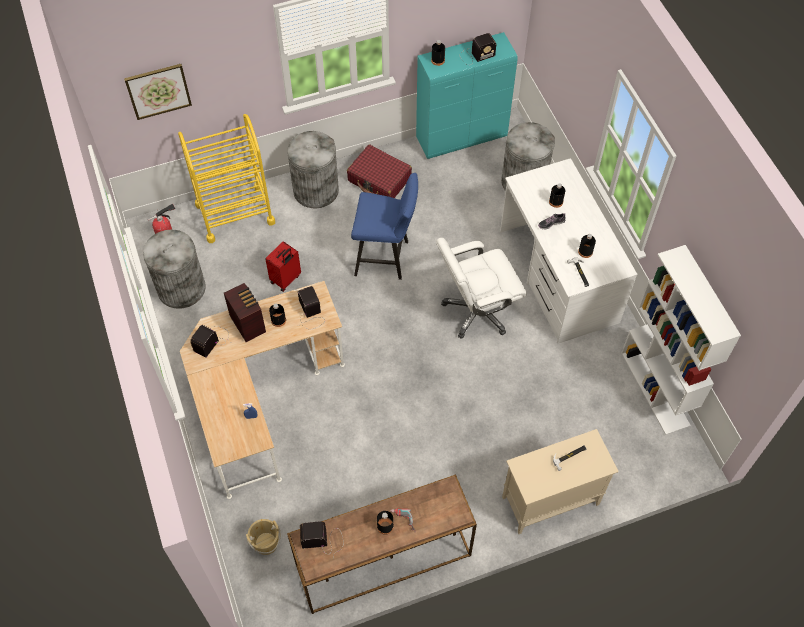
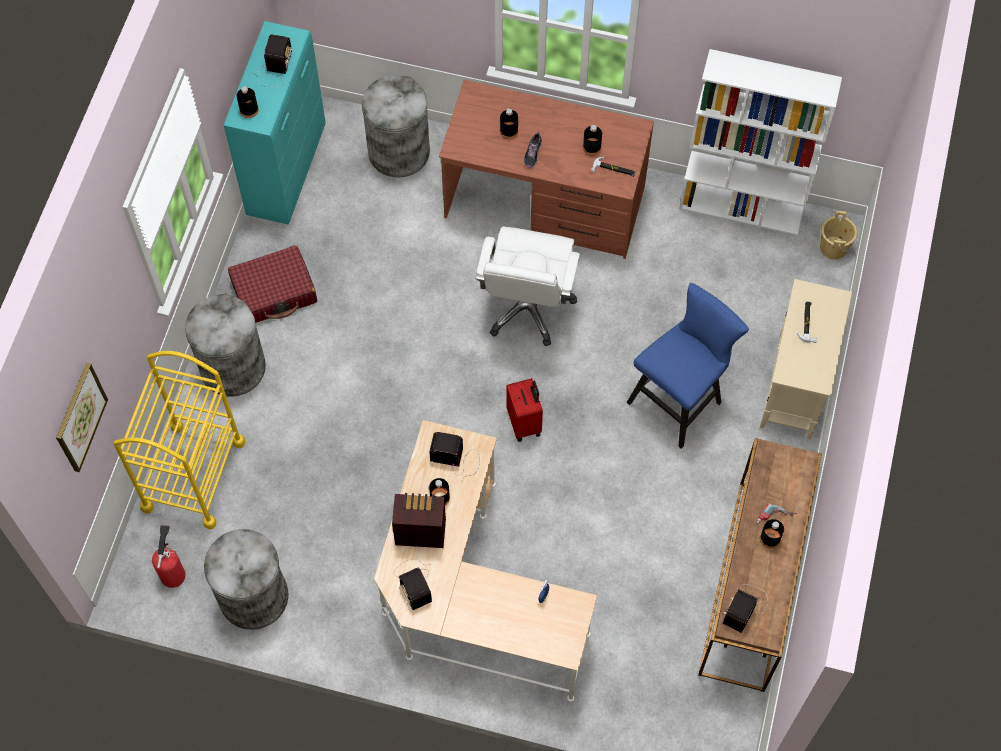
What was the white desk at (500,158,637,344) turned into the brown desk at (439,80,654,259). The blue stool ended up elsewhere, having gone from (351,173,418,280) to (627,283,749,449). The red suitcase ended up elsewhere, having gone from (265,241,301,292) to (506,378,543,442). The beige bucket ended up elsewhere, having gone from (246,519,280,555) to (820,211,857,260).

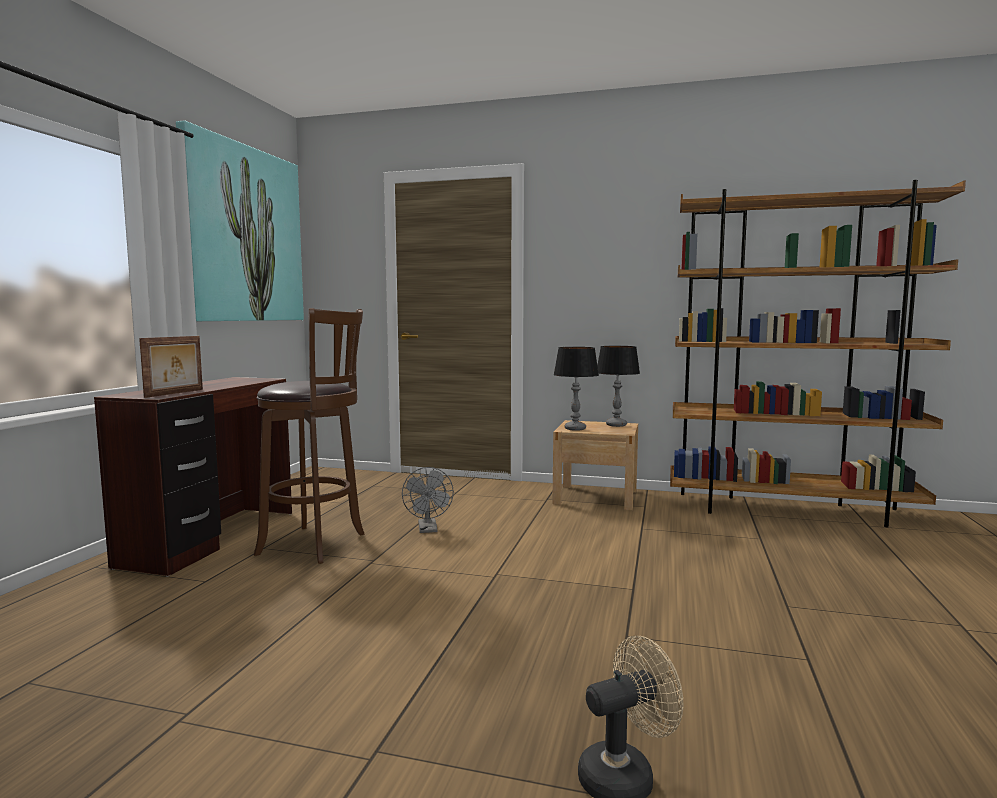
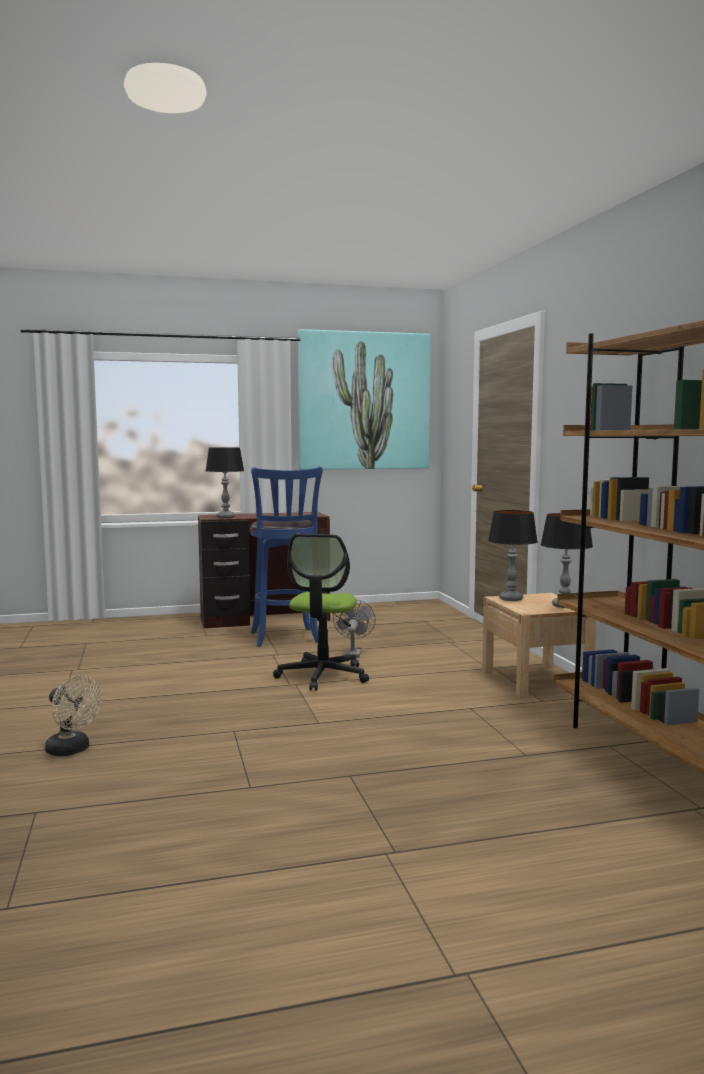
What was the brown stool at (254,308,365,564) turned into the blue stool at (250,467,323,647). Where the picture frame stood at (139,336,203,398), the table lamp came to stand at (206,447,244,518). The grey fan at (402,467,454,533) ended up facing another way, 135 degrees clockwise from before. The second view gained the office chair at (273,534,369,691).

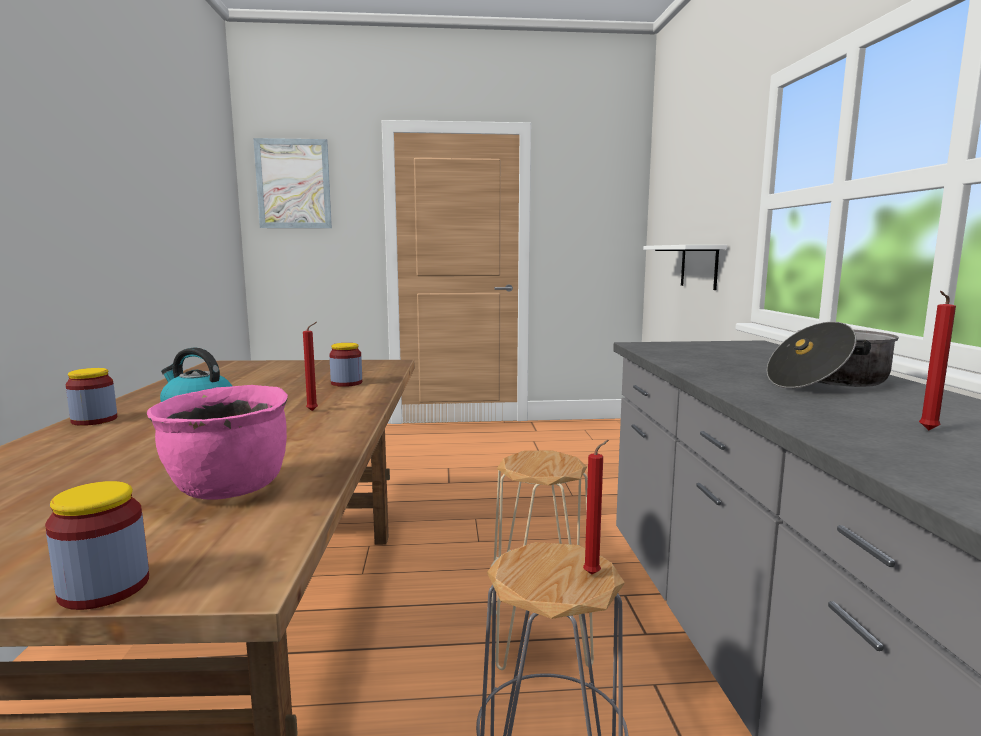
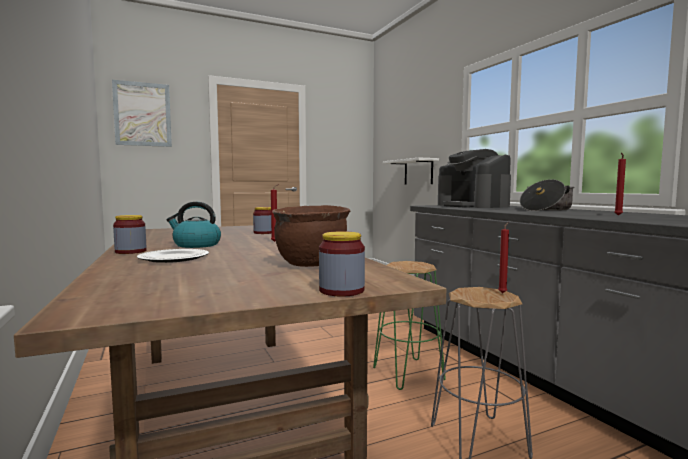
What was the pink cooking pot at (147,385,288,500) turned into the brown cooking pot at (272,205,350,267). What was the beige stool at (490,450,594,670) turned into the green stool at (373,261,446,390). The second view gained the coffee machine at (438,149,511,208). The second view gained the plate at (137,249,209,263).

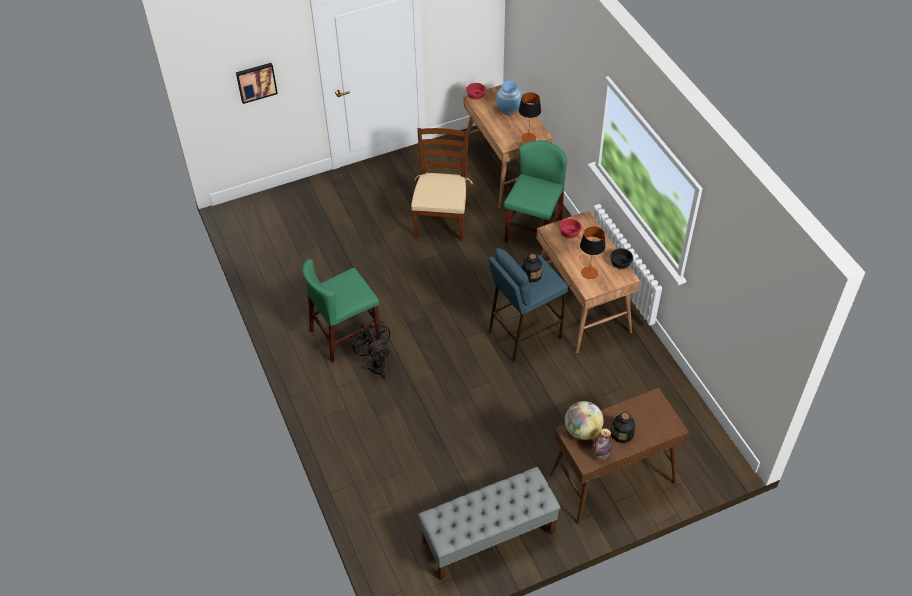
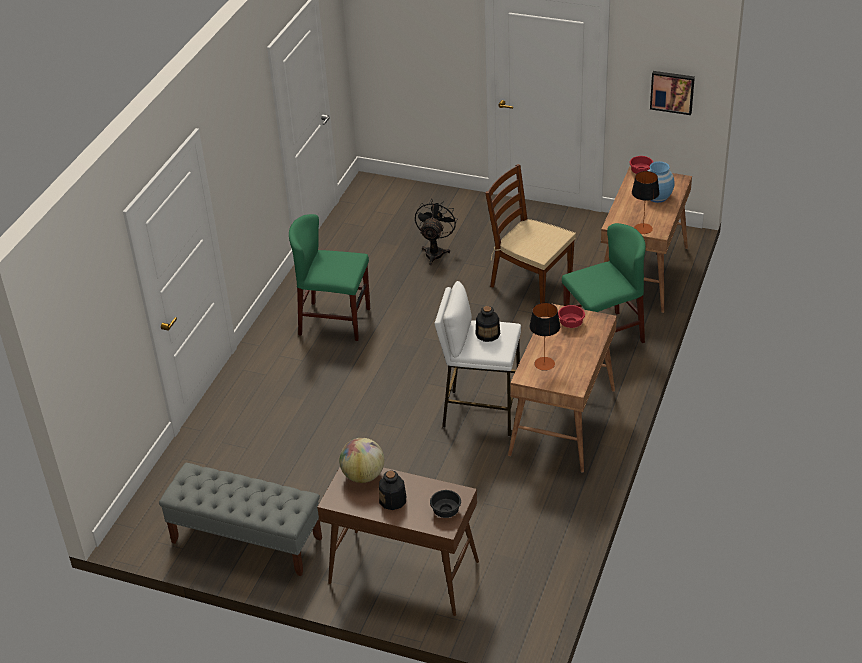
The picture ended up elsewhere, having gone from (236,63,278,104) to (650,71,695,115). The brown chair at (411,128,473,241) ended up facing another way, 105 degrees counterclockwise from before. What was the blue stool at (488,248,568,363) turned into the white stool at (434,281,521,437). The black bowl ended up elsewhere, having gone from (610,248,633,269) to (430,490,461,518). The black fan ended up elsewhere, having gone from (351,320,390,379) to (415,200,457,265). The second view lost the bottle at (591,428,612,460).

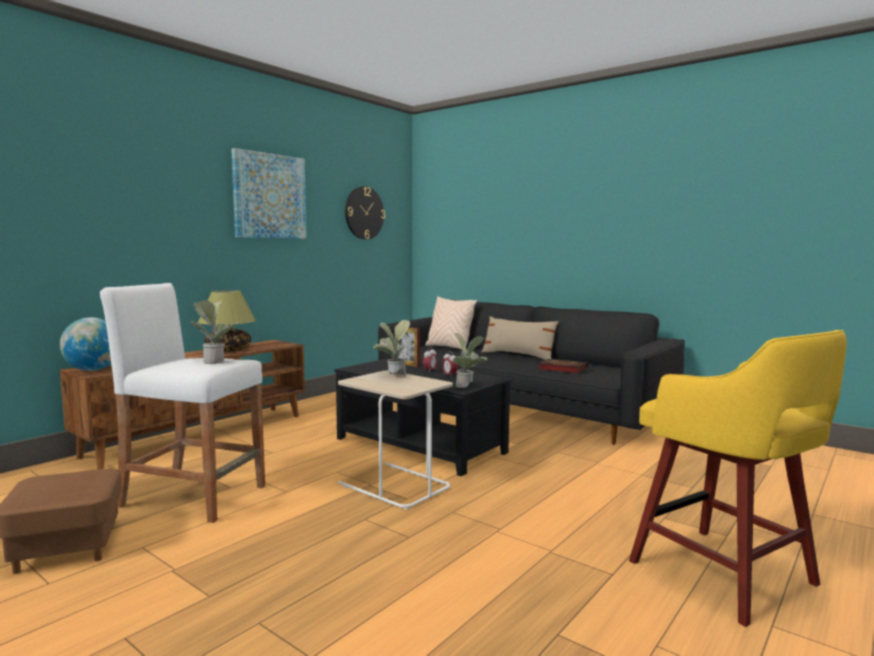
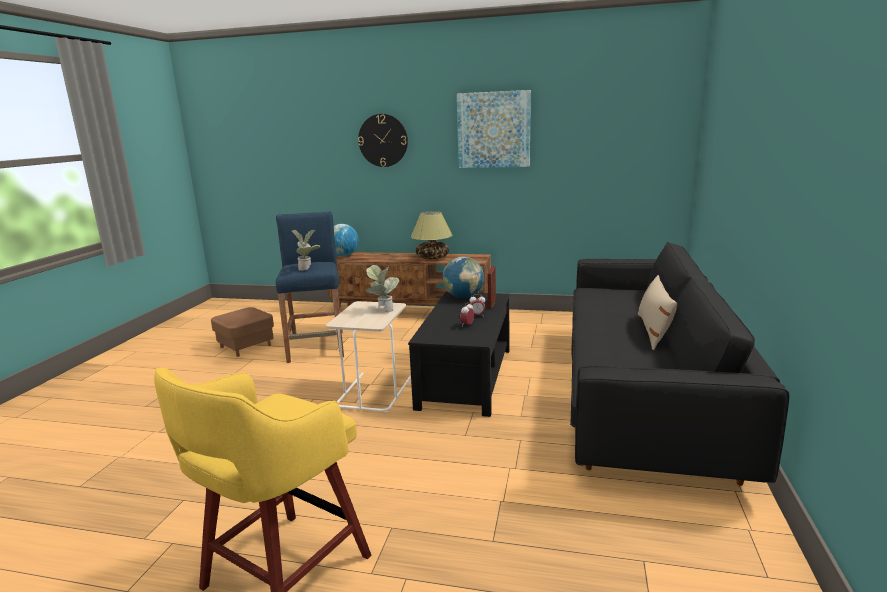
The wall clock ended up elsewhere, having gone from (345,186,385,239) to (358,114,408,167). What was the white stool at (100,283,265,523) turned into the blue stool at (276,211,344,363). The second view lost the beige pillow at (425,296,477,350). The second view lost the potted plant at (453,333,487,388). The second view lost the book at (538,359,588,374). The second view gained the globe at (442,257,484,298).

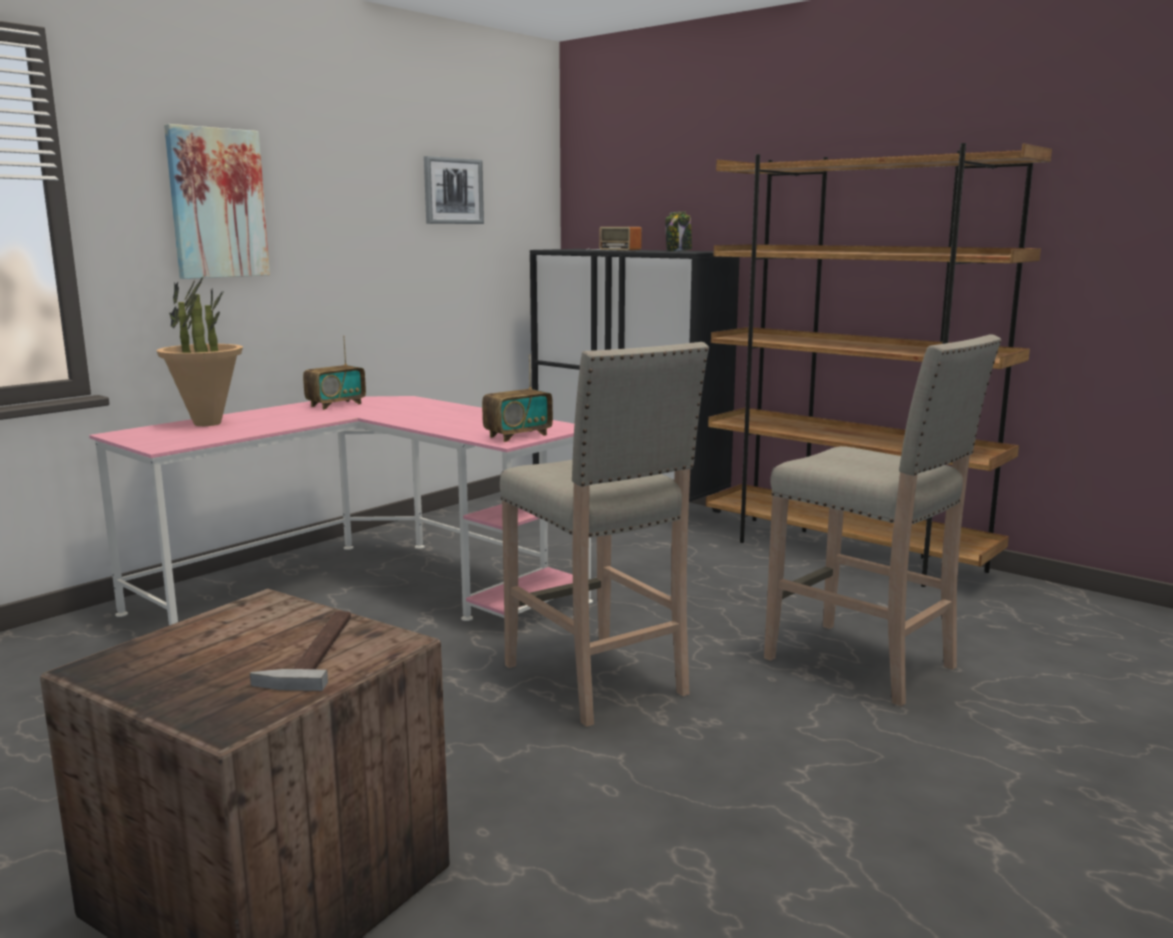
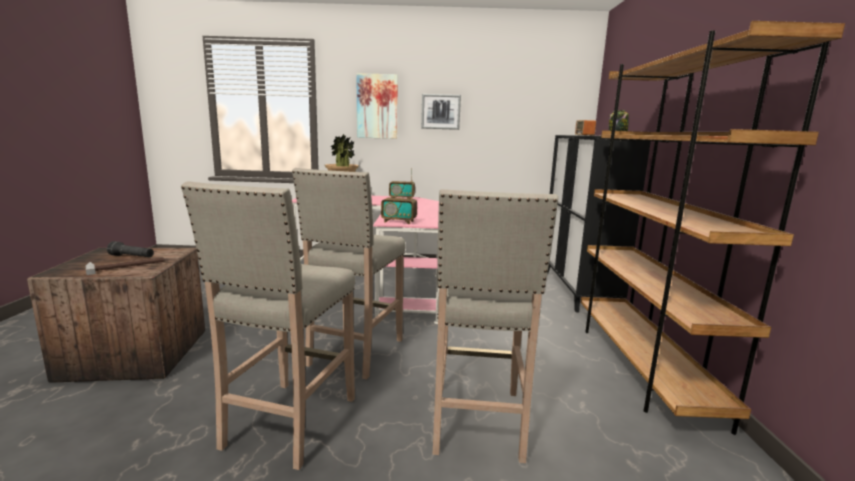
The picture ended up elsewhere, having gone from (424,156,484,224) to (421,94,461,130). The second view gained the beige stool at (181,181,355,470). The second view gained the black flashlight at (107,241,154,257).

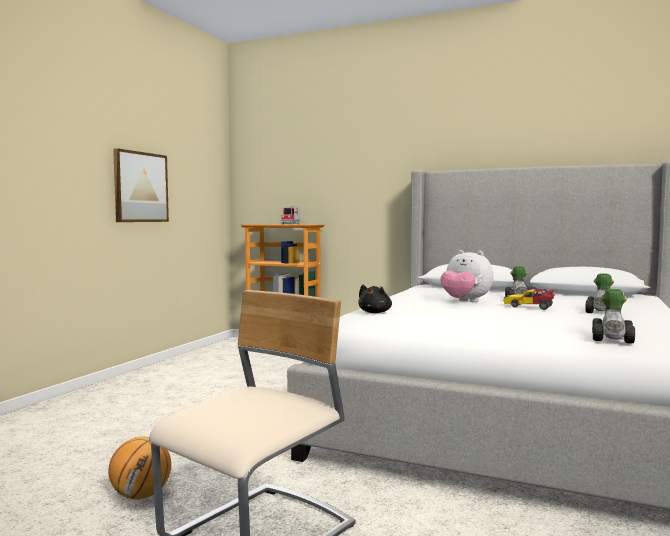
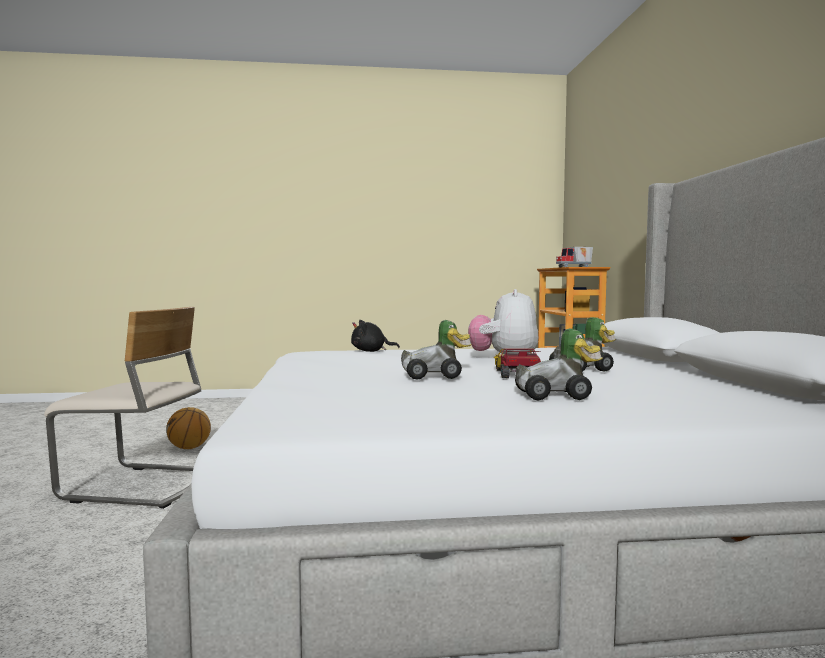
The second view lost the picture at (113,148,169,222). The toy car ended up elsewhere, having gone from (592,289,635,344) to (401,320,472,380).

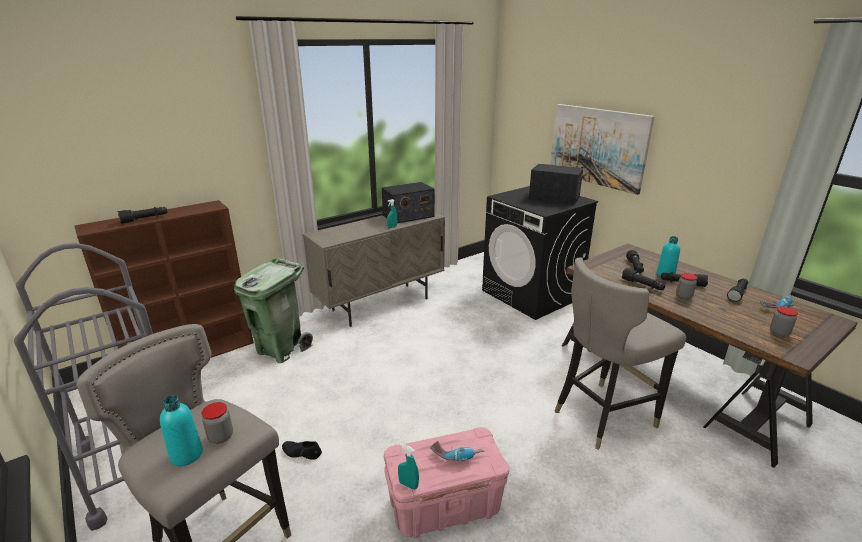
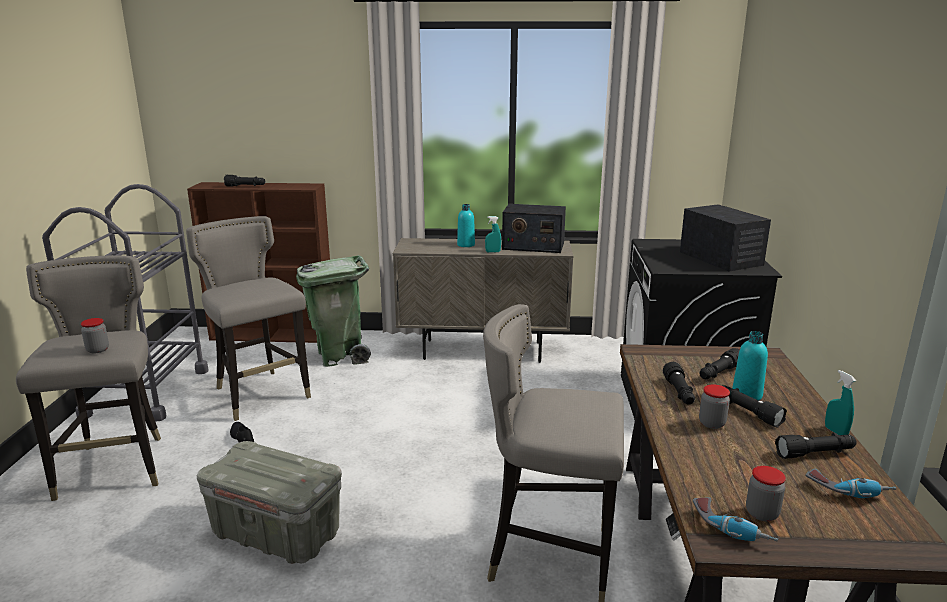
The second view lost the picture at (550,104,655,195). The turquoise bottle ended up elsewhere, having gone from (160,395,203,466) to (457,204,475,247). What was the pink storage box at (384,427,509,538) turned into the grey storage box at (197,441,342,564). The power drill ended up elsewhere, having gone from (430,441,484,462) to (693,498,778,542). The turquoise spray bottle ended up elsewhere, having gone from (398,443,419,490) to (825,370,856,435). The second view gained the grey stool at (186,216,311,421).

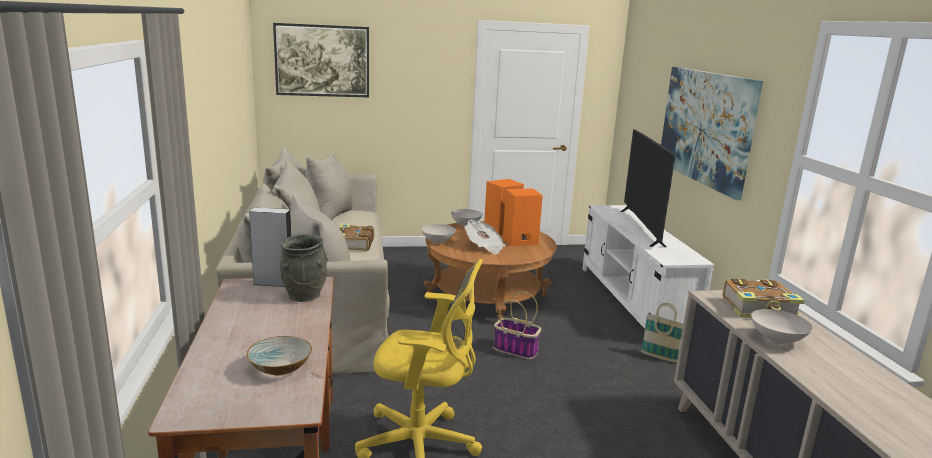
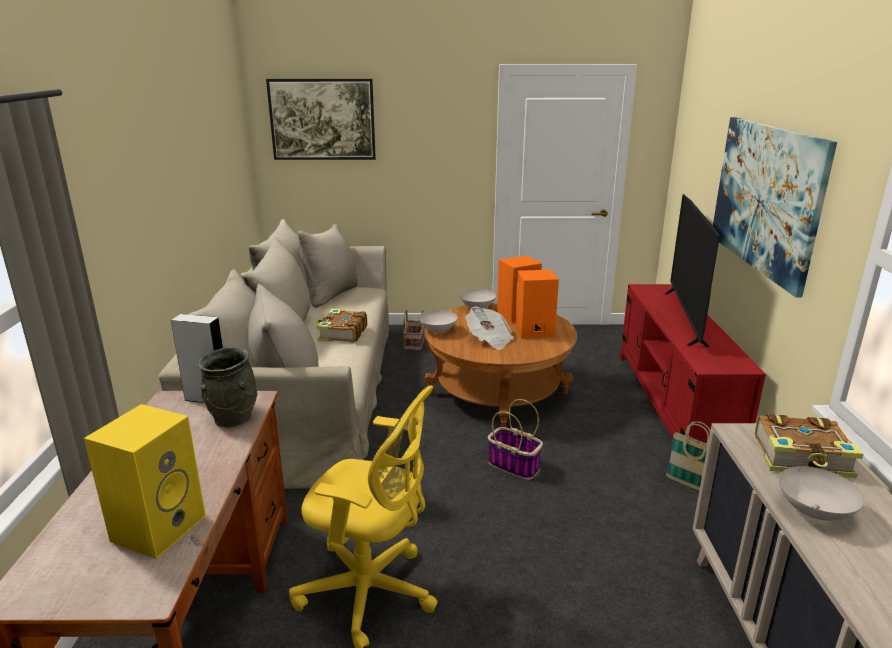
What was the white tv stand at (583,205,714,329) turned into the red tv stand at (620,284,766,443). Where the bowl stood at (246,336,312,375), the yellow speaker came to stand at (84,404,206,559). The second view gained the basket at (403,309,425,351).

